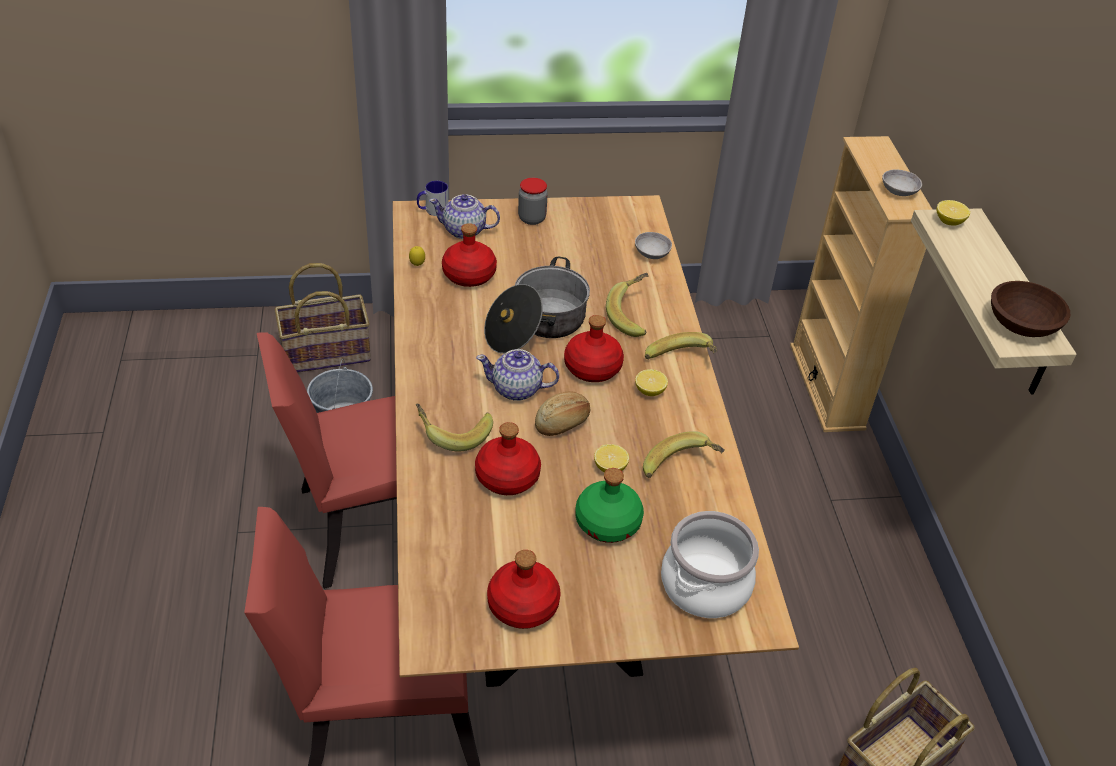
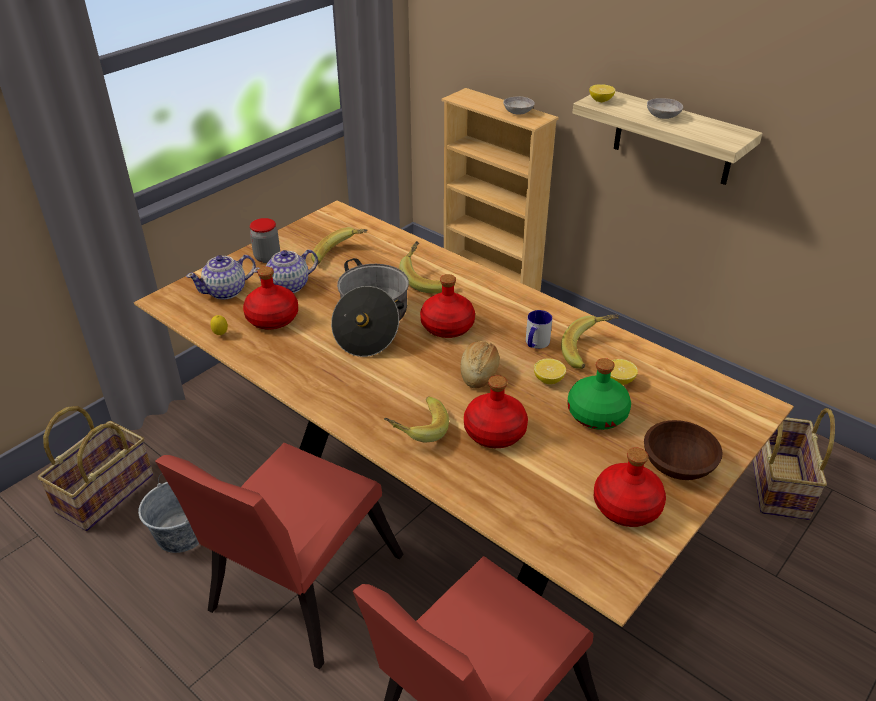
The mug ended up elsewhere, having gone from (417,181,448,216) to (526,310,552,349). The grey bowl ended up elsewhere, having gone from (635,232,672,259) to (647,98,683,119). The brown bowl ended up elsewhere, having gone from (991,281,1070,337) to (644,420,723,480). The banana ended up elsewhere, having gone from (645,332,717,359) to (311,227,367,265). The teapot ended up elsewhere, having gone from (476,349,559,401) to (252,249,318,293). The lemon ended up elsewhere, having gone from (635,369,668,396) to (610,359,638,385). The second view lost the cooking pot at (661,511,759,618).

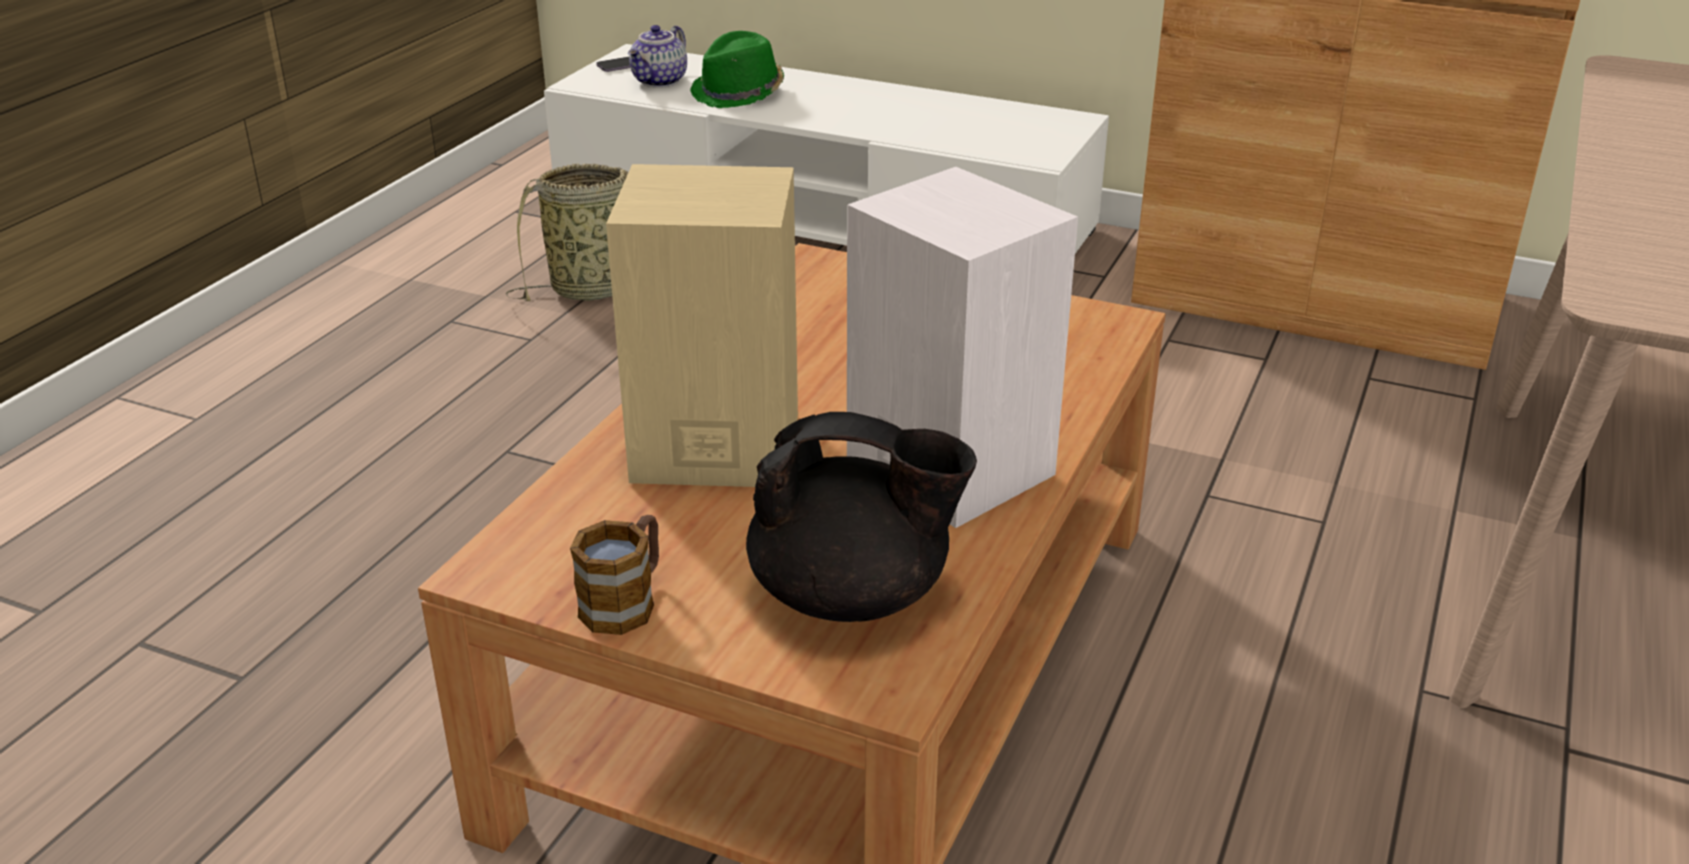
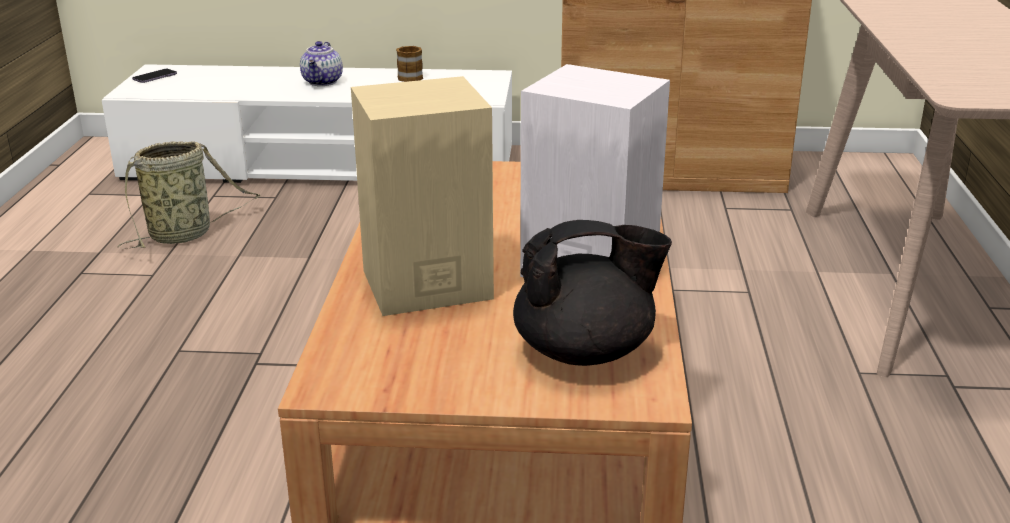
The teapot ended up elsewhere, having gone from (628,25,687,88) to (300,41,343,86). The second view lost the green hat at (690,31,784,108). The mug ended up elsewhere, having gone from (570,515,659,635) to (396,46,423,82).

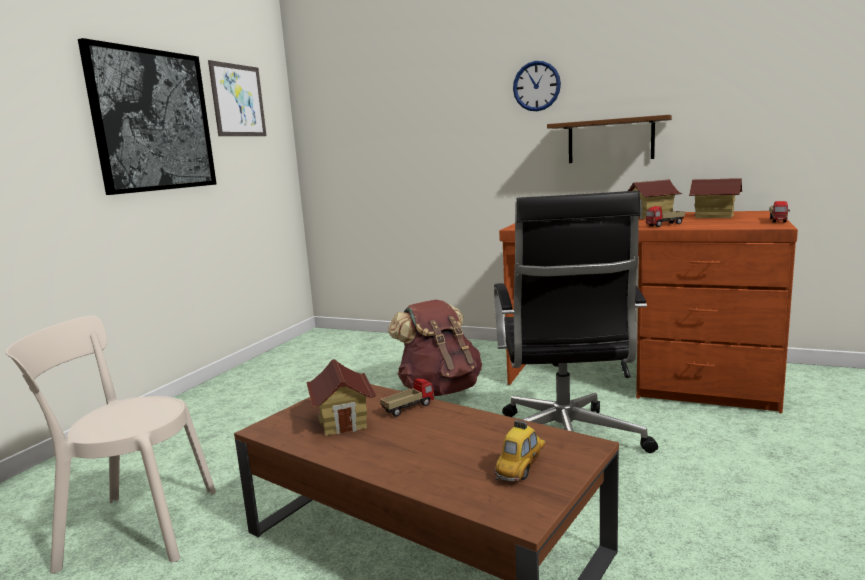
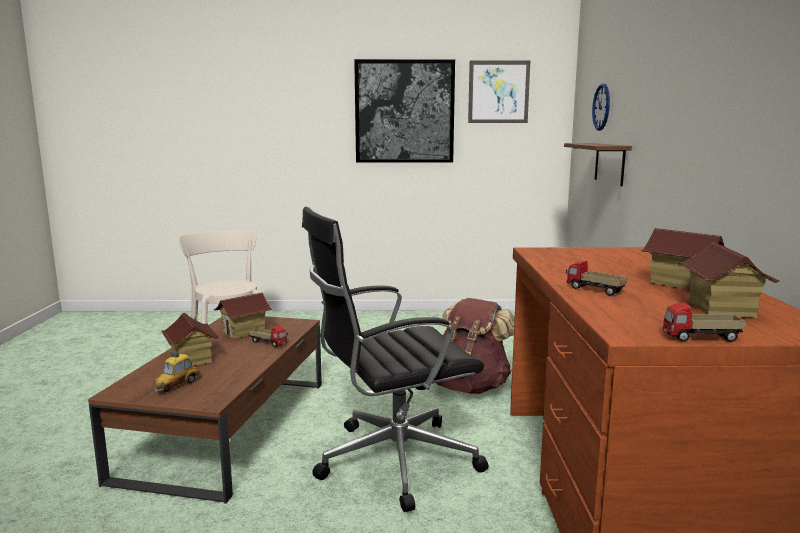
The wall clock ended up elsewhere, having gone from (513,61,561,111) to (592,84,610,131). The brown shelf ended up elsewhere, having gone from (547,115,672,163) to (564,143,632,186). The toy car at (494,417,546,481) ended up facing another way, 105 degrees clockwise from before. The second view gained the toy house at (161,313,219,366).

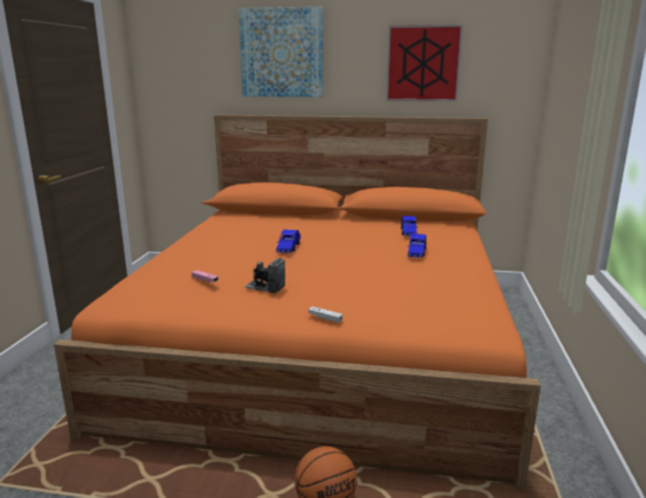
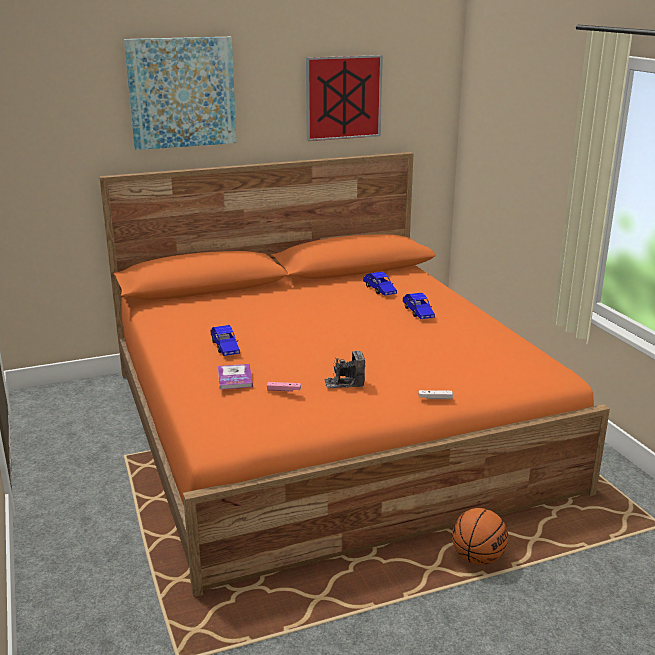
The blue toy car ended up elsewhere, having gone from (276,230,300,253) to (211,325,240,356). The second view gained the book at (218,364,253,390).

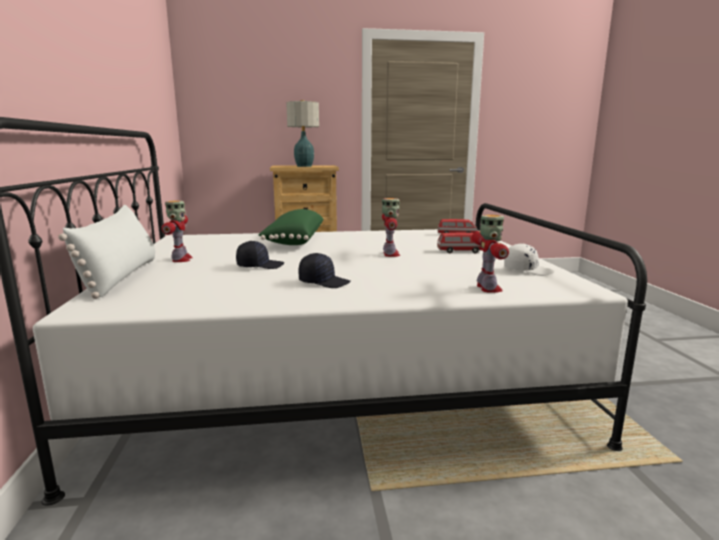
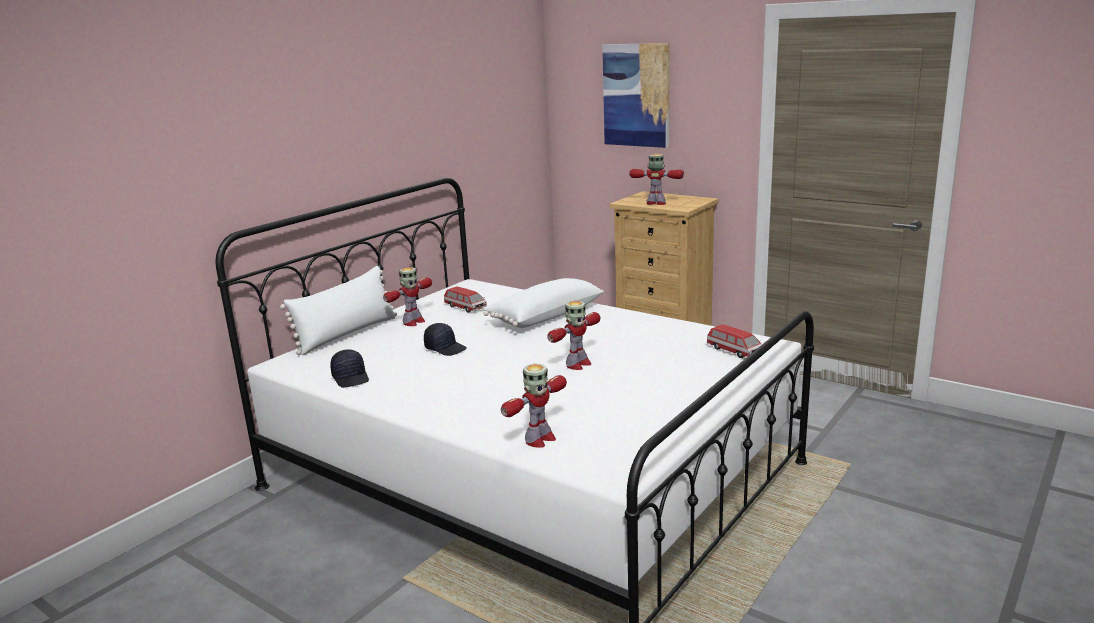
Where the table lamp stood at (286,100,319,167), the toy robot came to stand at (629,154,684,205). What was the green pillow at (259,209,323,245) turned into the white pillow at (483,278,604,328). The toy car ended up elsewhere, having gone from (437,233,481,253) to (444,286,487,313). The second view lost the white cap at (504,243,555,276). The black cap ended up elsewhere, having gone from (299,253,351,288) to (330,349,369,388). The second view gained the picture at (602,43,670,148).

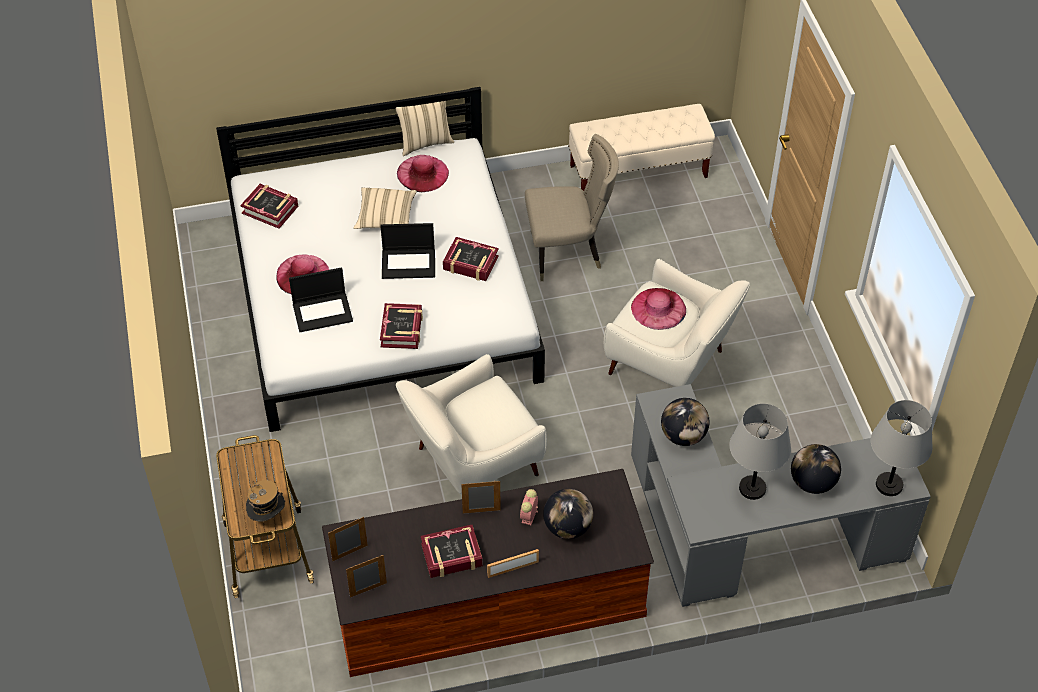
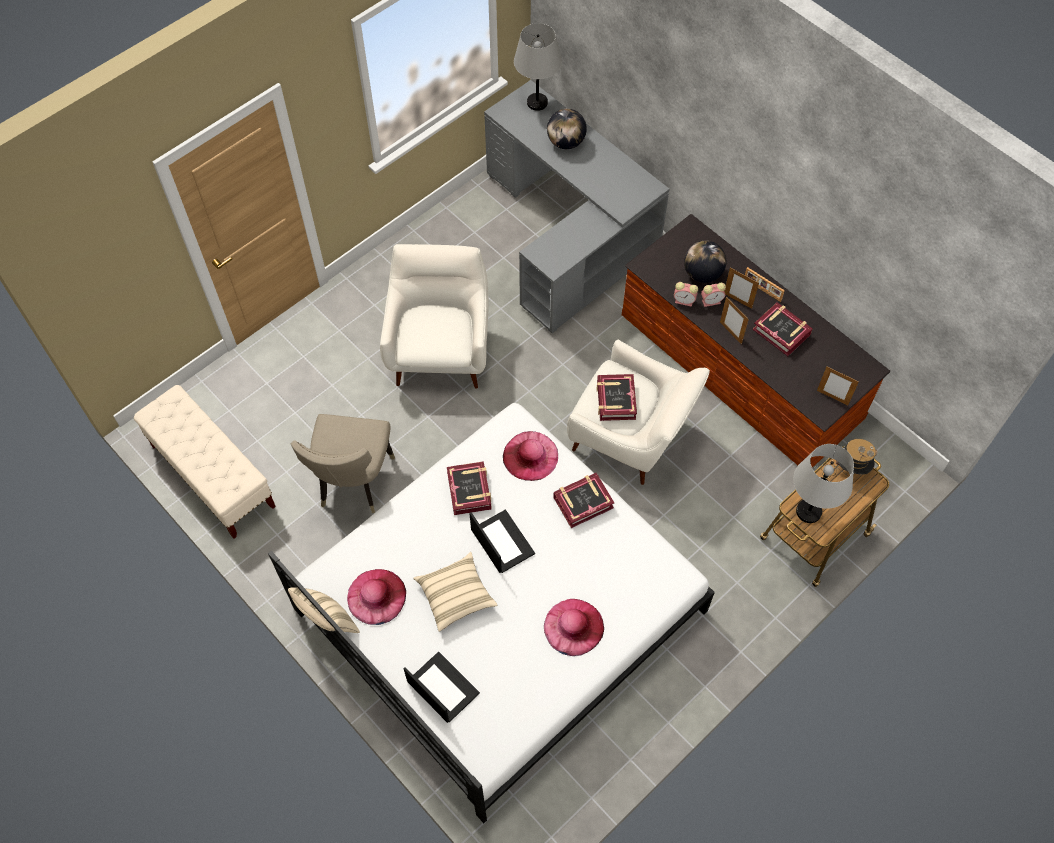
The beige chair at (525,134,619,281) ended up facing another way, 135 degrees counterclockwise from before. The book ended up elsewhere, having gone from (240,184,298,229) to (597,374,637,421). The laptop ended up elsewhere, having gone from (289,267,353,332) to (404,652,480,723). The pink hat ended up elsewhere, having gone from (631,288,686,330) to (503,431,558,481). The second view lost the globe at (661,398,709,446). The grey table lamp ended up elsewhere, having gone from (730,403,791,500) to (793,444,854,523). The picture frame ended up elsewhere, having gone from (346,555,387,598) to (725,268,759,309). The second view gained the alarm clock at (674,282,698,307).

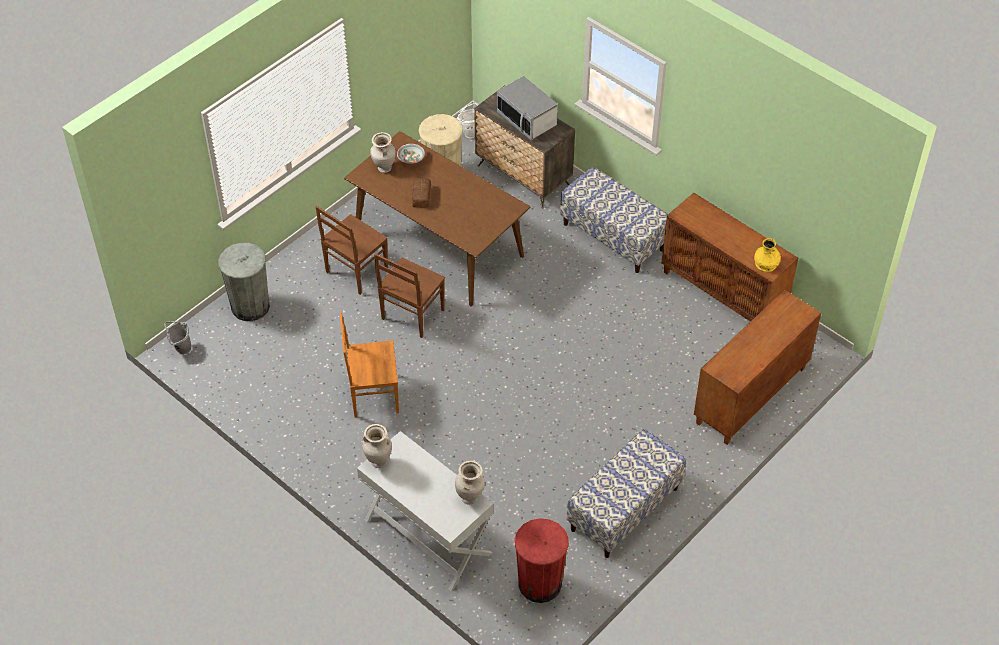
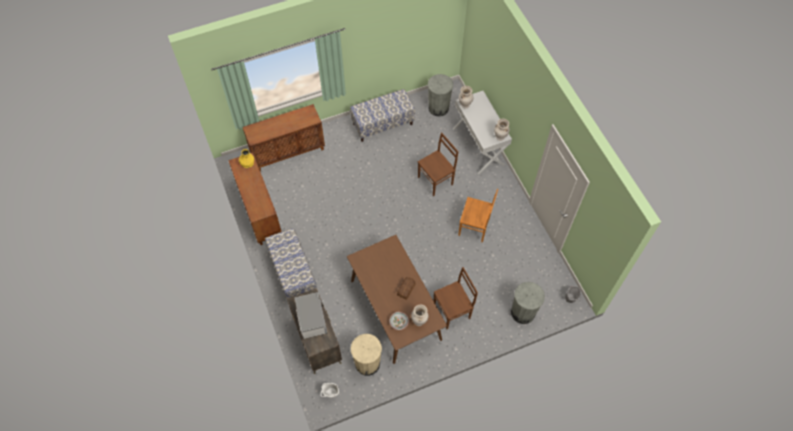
The brown chair ended up elsewhere, having gone from (374,253,445,338) to (418,132,458,196). What was the red trash can at (515,518,569,603) turned into the grey trash can at (428,74,453,117).

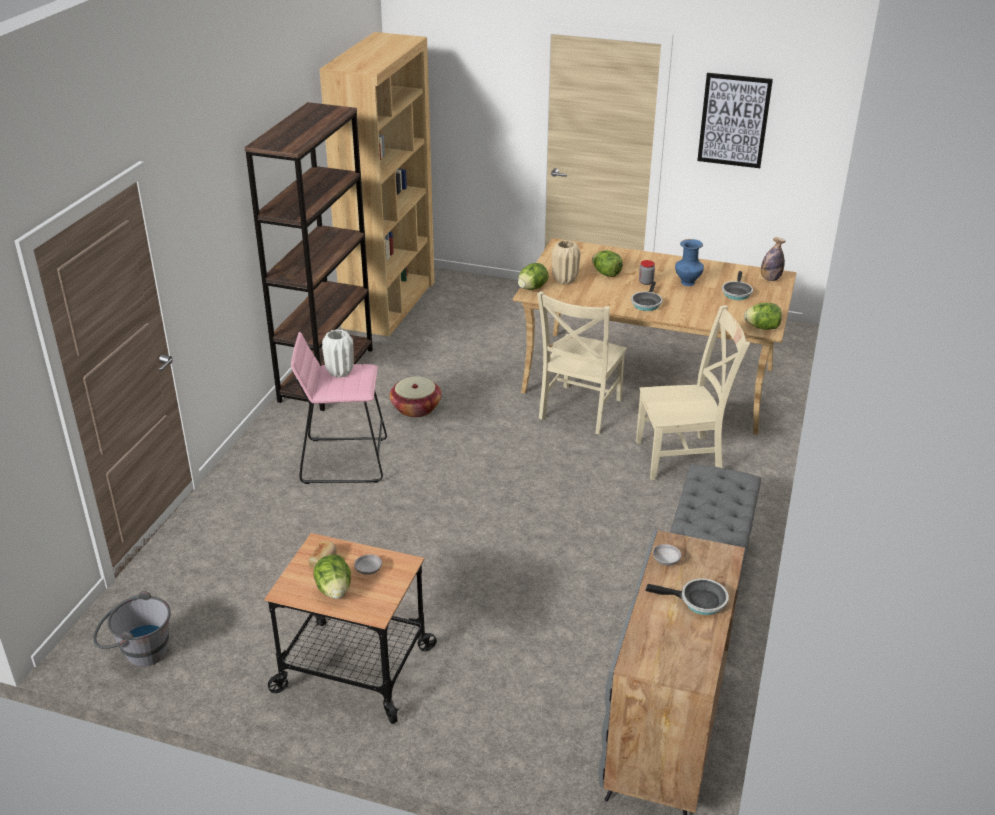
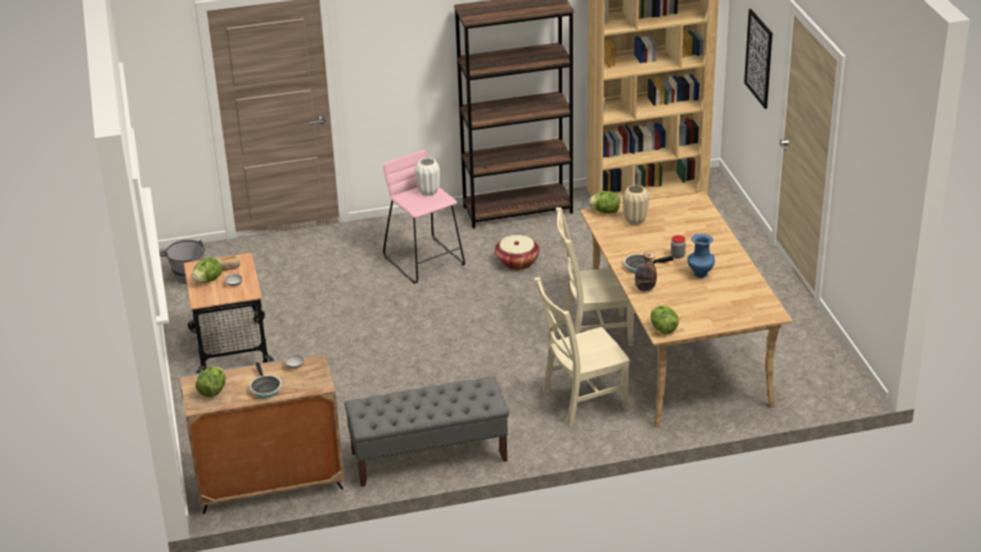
The picture ended up elsewhere, having gone from (697,73,773,168) to (744,9,773,109). The bottle ended up elsewhere, having gone from (761,237,785,281) to (635,251,657,292). The lettuce ended up elsewhere, having gone from (592,250,623,277) to (196,367,226,397). The second view lost the frying pan at (722,271,753,300). The beige chair at (636,305,750,480) ended up facing another way, 105 degrees clockwise from before.

